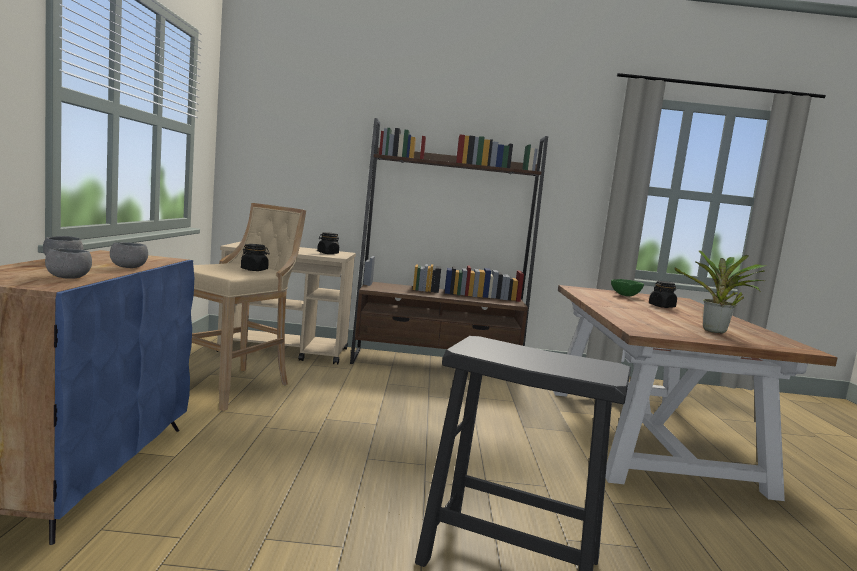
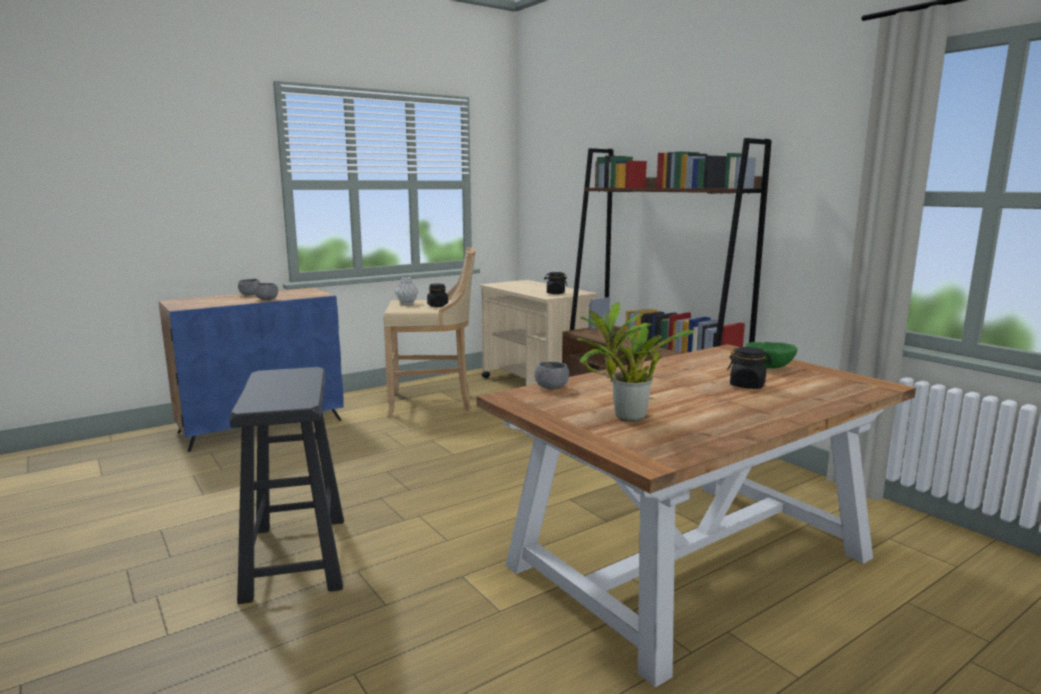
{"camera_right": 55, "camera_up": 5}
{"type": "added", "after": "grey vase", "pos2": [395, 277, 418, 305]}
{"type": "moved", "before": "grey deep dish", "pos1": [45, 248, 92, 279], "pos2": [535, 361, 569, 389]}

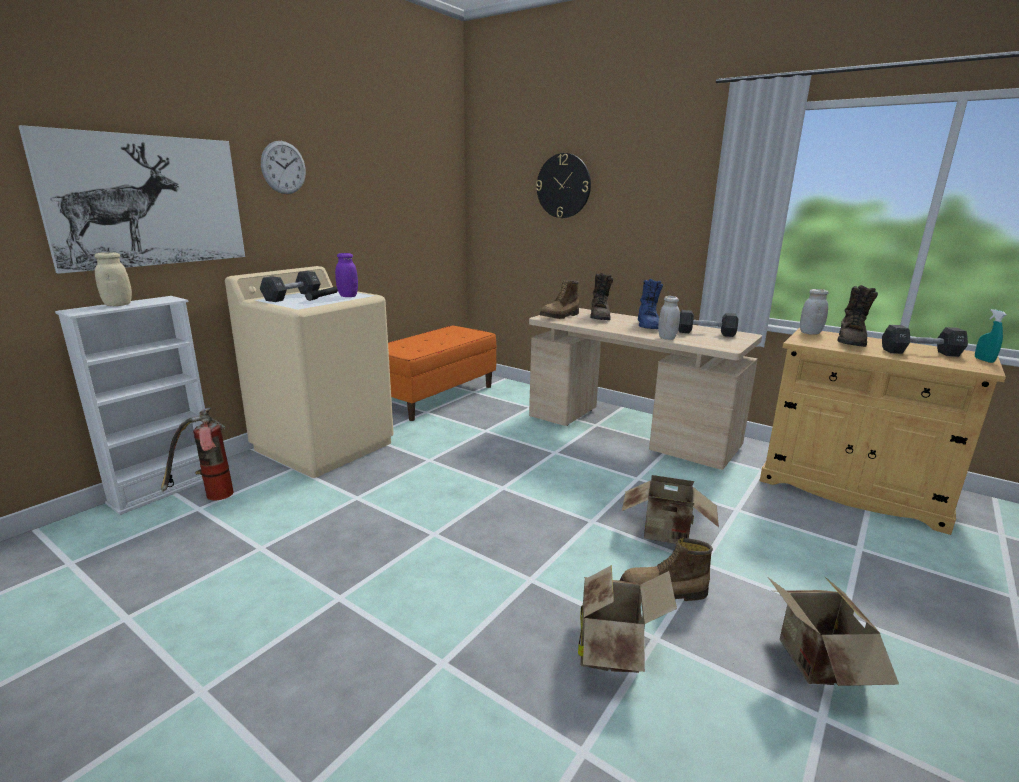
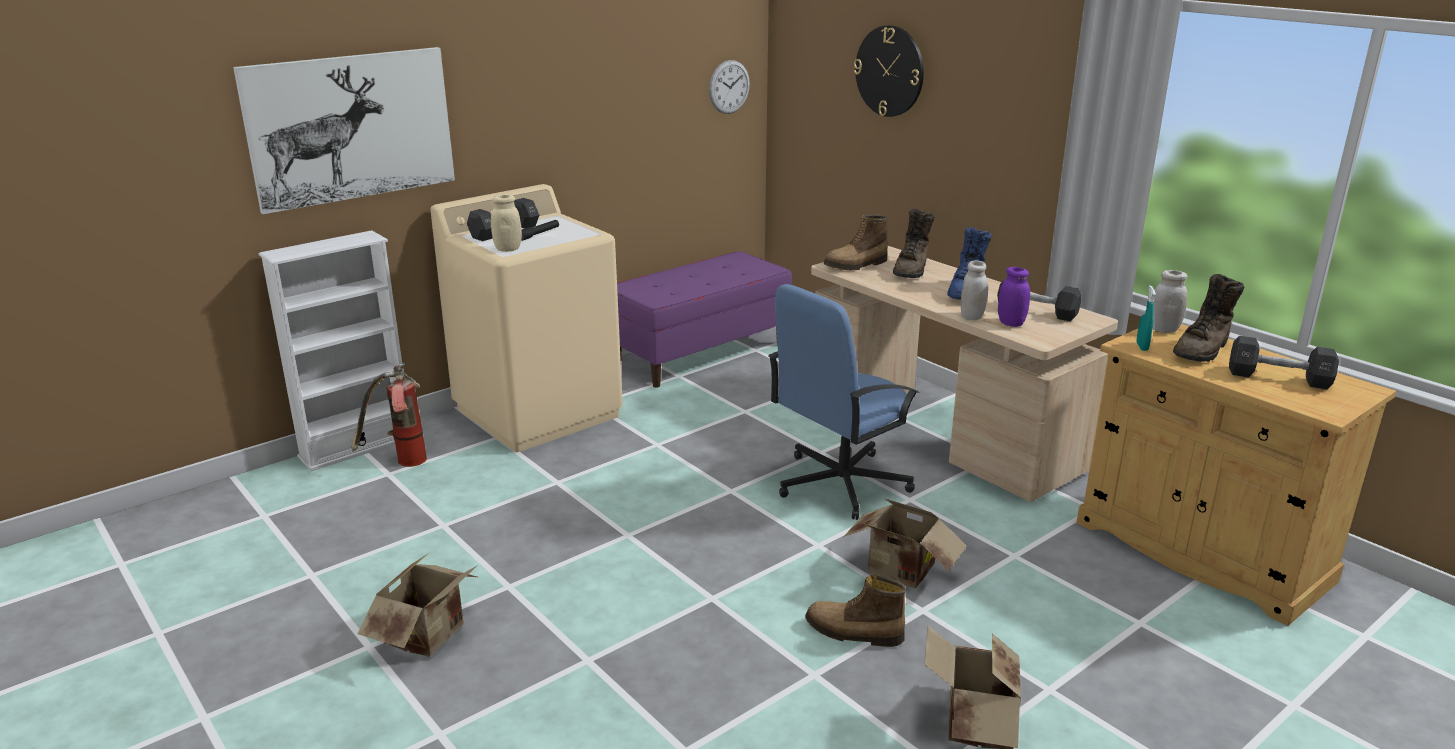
{"camera_right": 15, "camera_up": 5}
{"type": "moved", "before": "cardboard box", "pos1": [578, 565, 677, 673], "pos2": [358, 553, 478, 657]}
{"type": "moved", "before": "beige storage jar", "pos1": [94, 252, 132, 306], "pos2": [491, 195, 522, 252]}
{"type": "recoloured", "before": "orangey indoor bench", "after": "purplish indoor bench", "pos1": [388, 325, 497, 421], "pos2": [617, 251, 792, 388]}
{"type": "moved", "before": "clock on the wall", "pos1": [261, 141, 306, 194], "pos2": [709, 60, 750, 114]}
{"type": "added", "after": "blue office chair", "pos2": [768, 284, 919, 520]}
{"type": "moved", "before": "purplish storage jar", "pos1": [335, 253, 358, 297], "pos2": [998, 267, 1030, 327]}
{"type": "moved", "before": "turquoise-coloured sprayer", "pos1": [975, 309, 1007, 363], "pos2": [1137, 285, 1156, 351]}

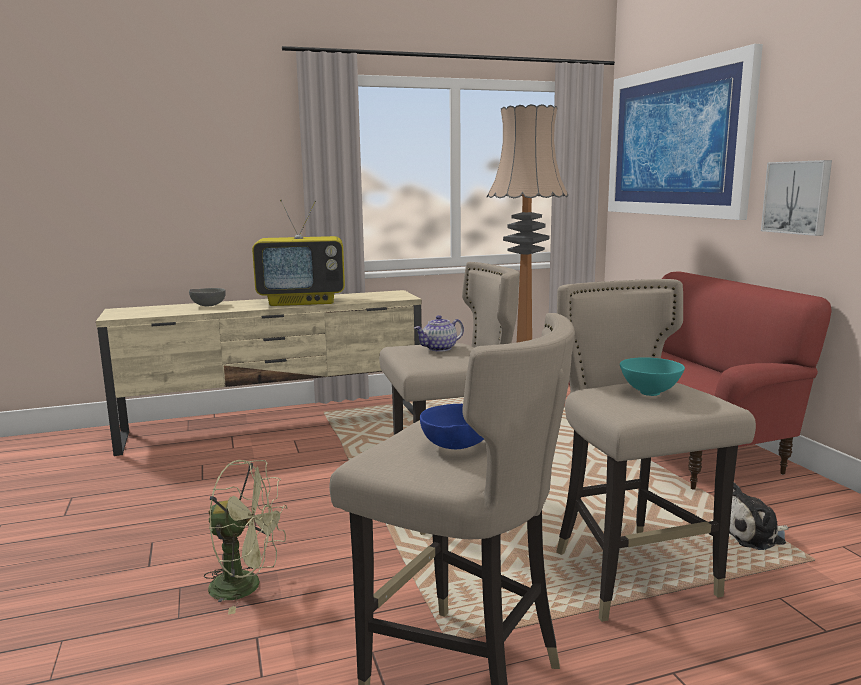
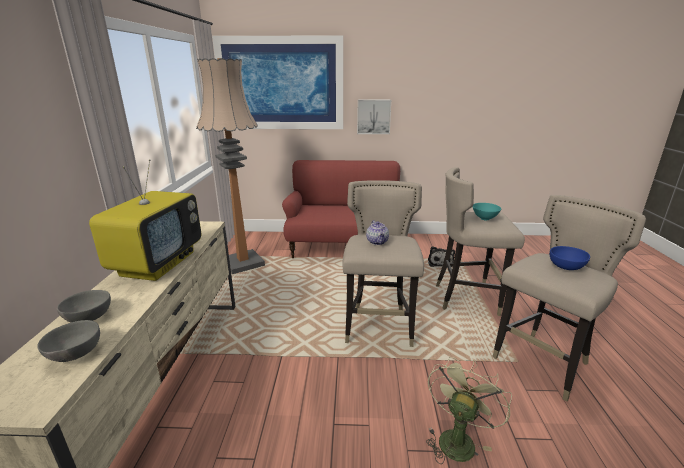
{"camera_right": -70, "camera_up": 10}
{"type": "added", "after": "grey deep dish", "pos2": [37, 320, 100, 362]}

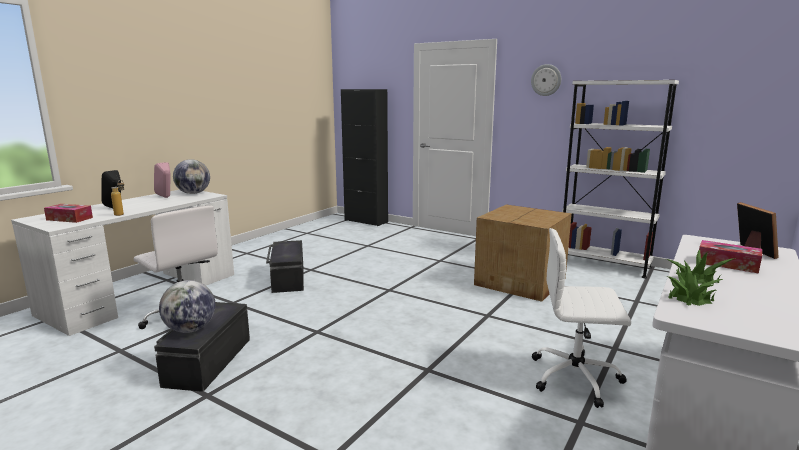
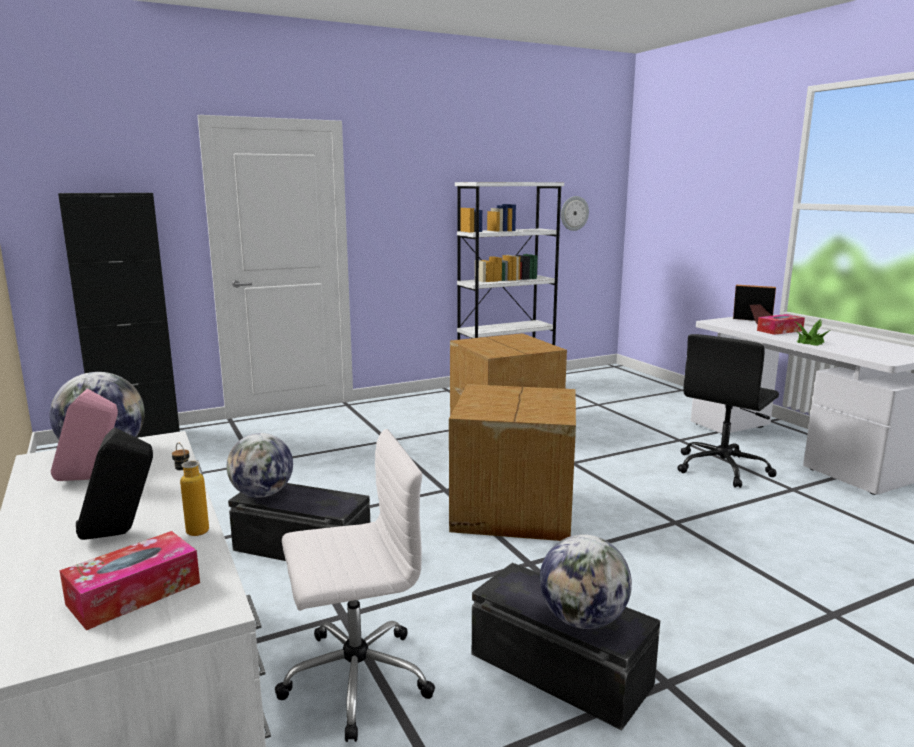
{"camera_right": -60, "camera_up": 0}
{"type": "added", "after": "desk globe", "pos2": [227, 433, 293, 498]}
{"type": "added", "after": "cardboard box", "pos2": [449, 384, 576, 541]}
{"type": "moved", "before": "clock on the wall", "pos1": [531, 64, 561, 96], "pos2": [561, 196, 589, 231]}
{"type": "recoloured", "before": "whitish office chair", "after": "blackish office chair", "pos1": [532, 228, 631, 408], "pos2": [677, 334, 779, 488]}
{"type": "removed", "before": "plant in a pot", "pos1": [666, 264, 723, 306]}

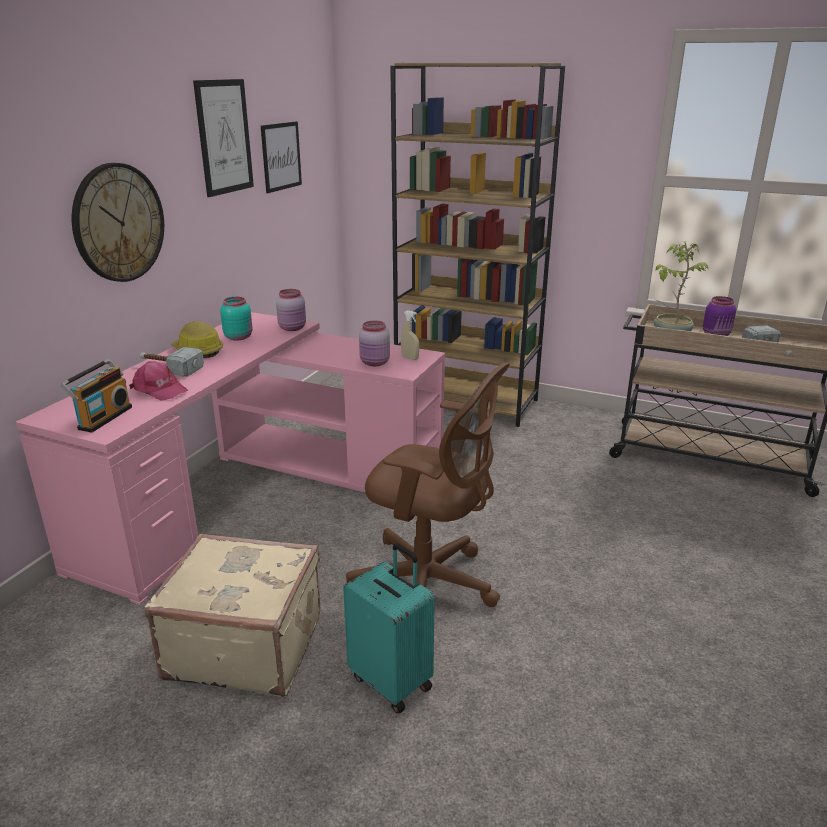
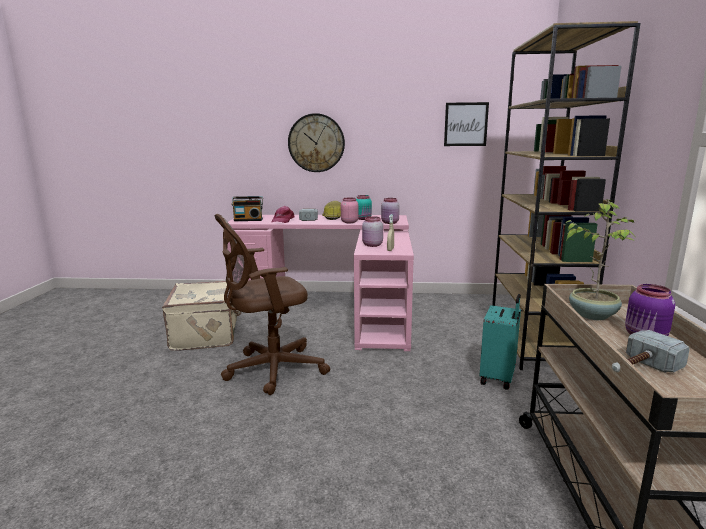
{"camera_right": 70, "camera_up": -10}
{"type": "turned", "before": "brown-coloured office chair", "pos1": [346, 362, 510, 607], "pos2": [214, 214, 330, 395], "turn": 60}
{"type": "added", "after": "pink-coloured storage jar", "pos2": [341, 198, 359, 223]}
{"type": "moved", "before": "turquoise-coloured piece of luggage", "pos1": [343, 543, 435, 714], "pos2": [480, 294, 521, 390]}
{"type": "removed", "before": "wall art", "pos1": [193, 79, 254, 197]}

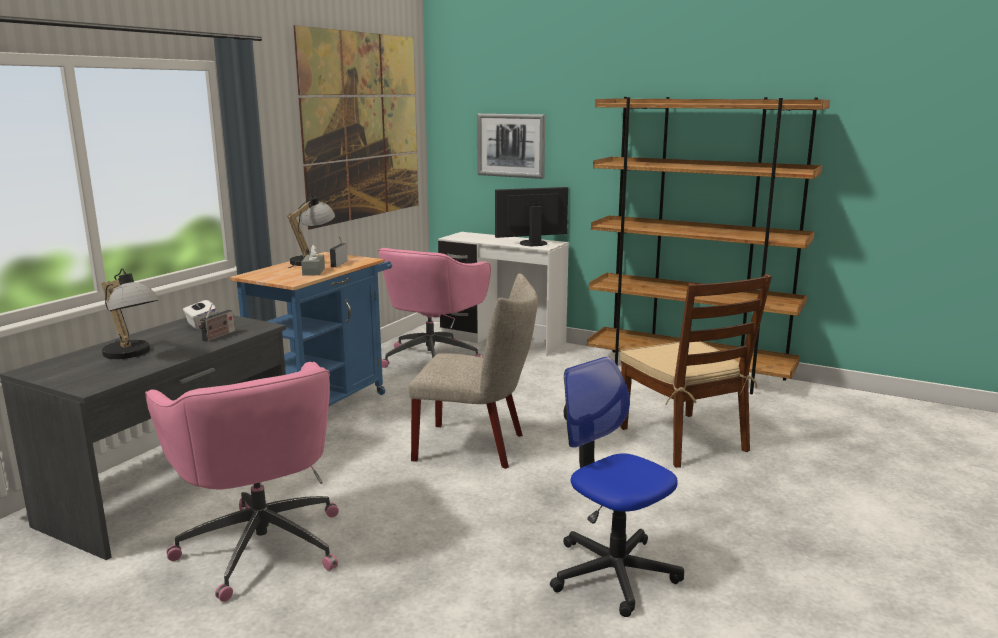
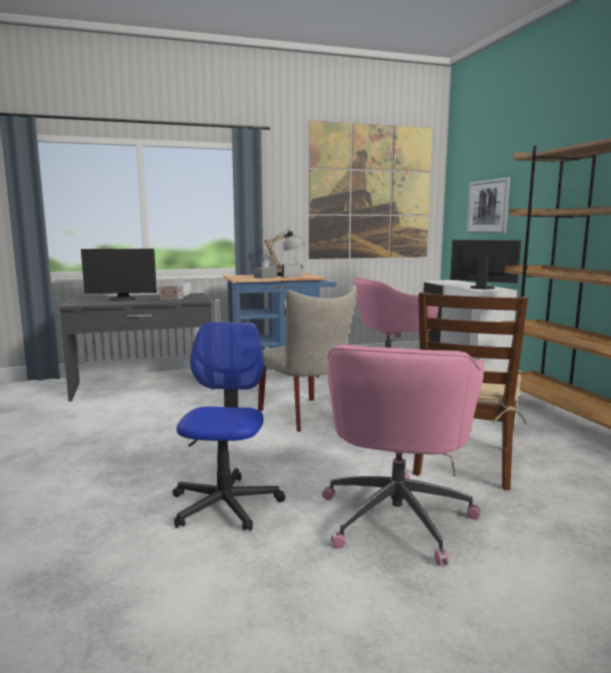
{"camera_right": 45, "camera_up": -5}
{"type": "replaced", "before": "lamp for a table", "after": "monitor", "pos1": [101, 268, 158, 359], "pos2": [81, 249, 157, 301]}
{"type": "moved", "before": "pink-coloured office chair", "pos1": [145, 362, 339, 602], "pos2": [322, 345, 485, 565]}

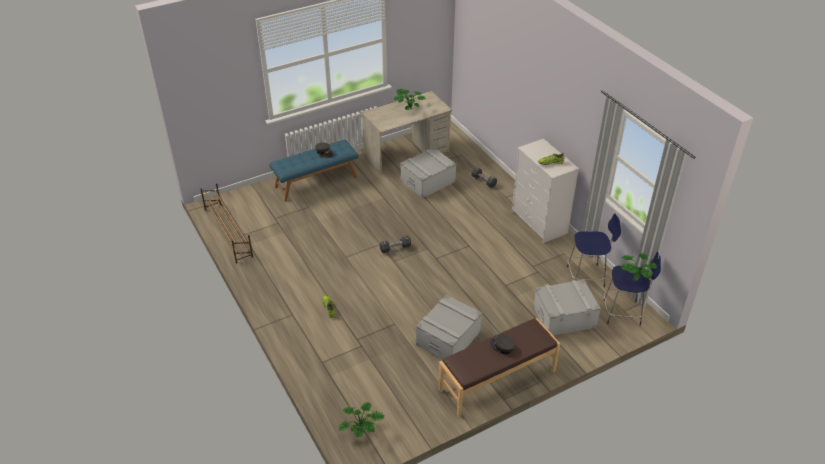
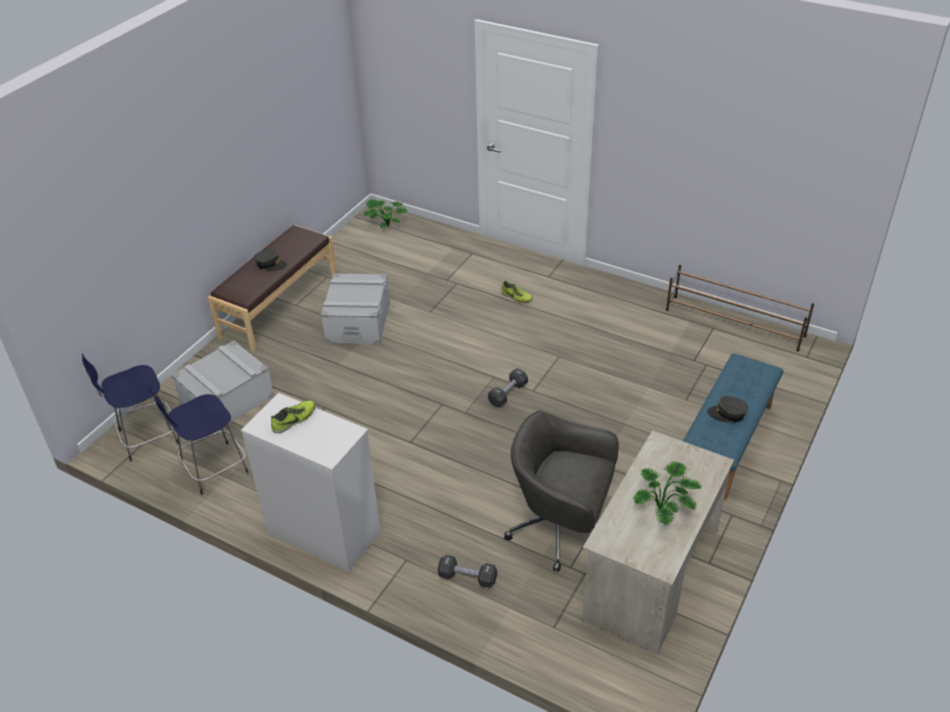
{"camera_right": 150, "camera_up": 0}
{"type": "replaced", "before": "grey storage container", "after": "grey office chair", "pos1": [400, 147, 456, 198], "pos2": [504, 411, 619, 572]}
{"type": "removed", "before": "plant in a pot", "pos1": [620, 253, 657, 281]}

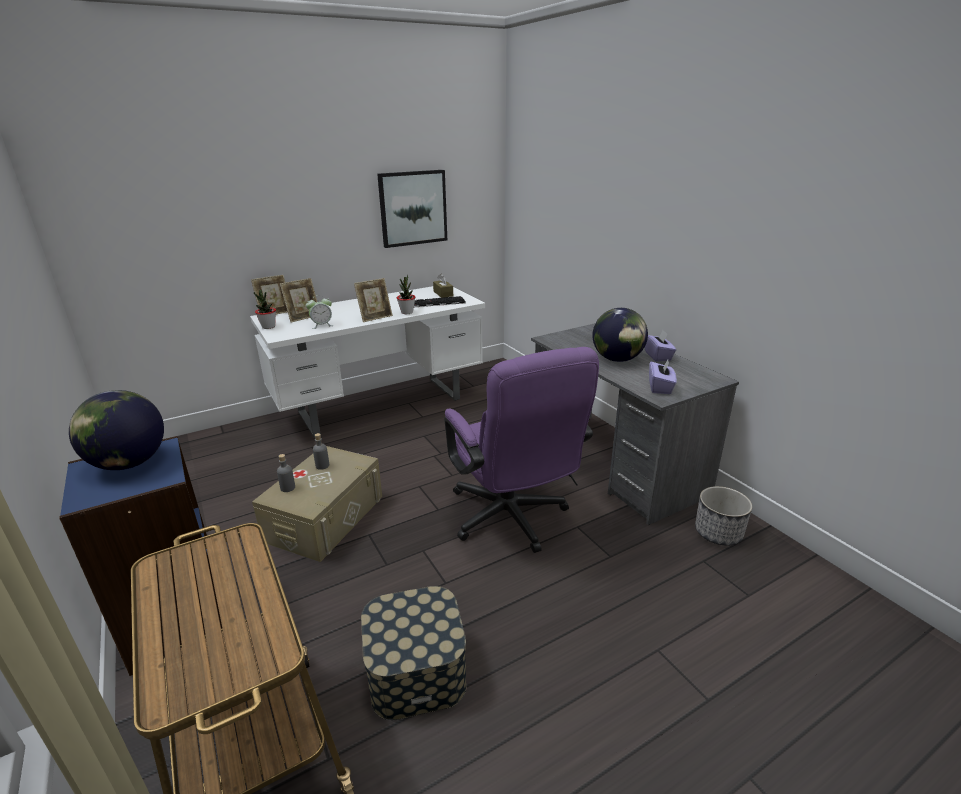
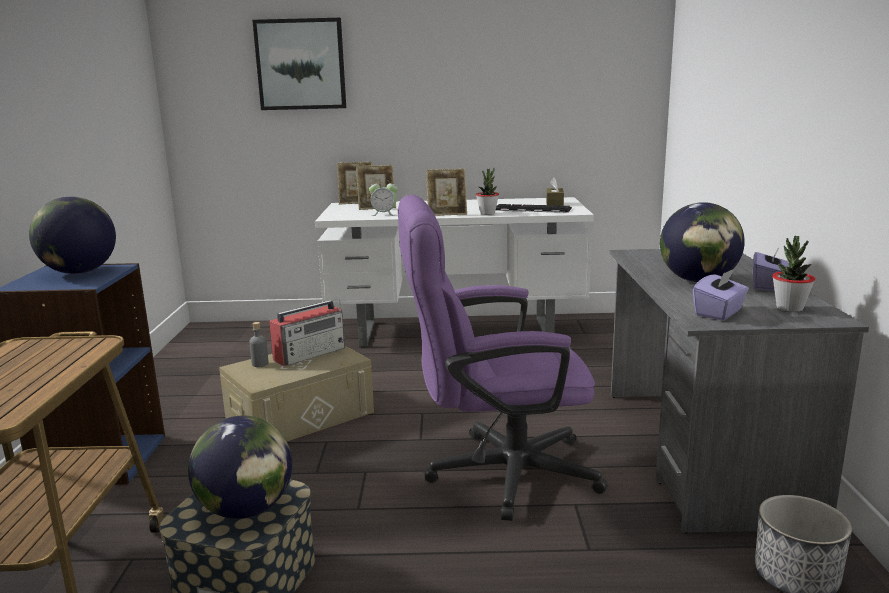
{"camera_right": 30, "camera_up": -10}
{"type": "added", "after": "desk globe", "pos2": [188, 415, 292, 519]}
{"type": "moved", "before": "wall art", "pos1": [377, 170, 447, 248], "pos2": [252, 18, 346, 110]}
{"type": "replaced", "before": "grey bottle", "after": "radio set", "pos1": [313, 433, 329, 470], "pos2": [269, 299, 345, 366]}
{"type": "turned", "before": "purplish office chair", "pos1": [444, 347, 599, 553], "pos2": [398, 195, 608, 521], "turn": 75}
{"type": "moved", "before": "plant in a pot", "pos1": [254, 290, 276, 329], "pos2": [772, 236, 815, 312]}

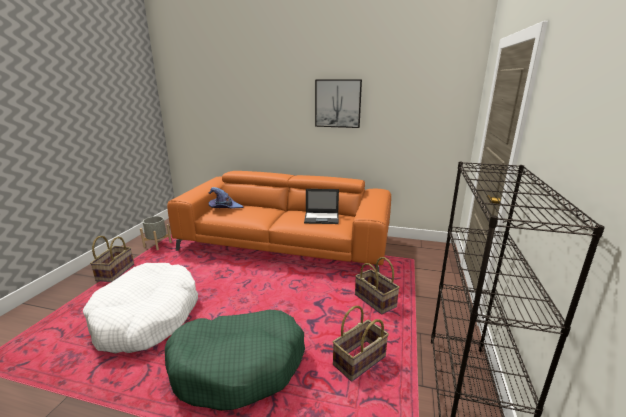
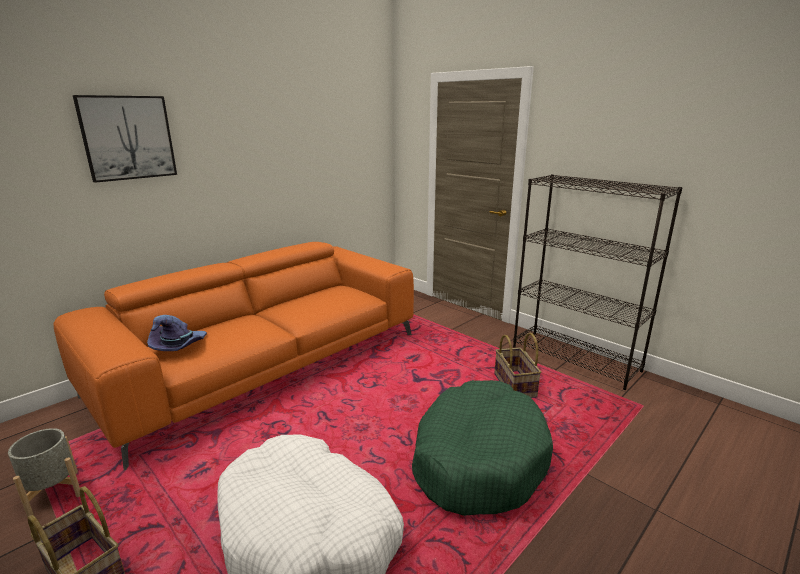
{"camera_right": -60, "camera_up": 0}
{"type": "moved", "before": "wall art", "pos1": [315, 79, 362, 128], "pos2": [73, 95, 177, 183]}
{"type": "removed", "before": "notebook computer", "pos1": [304, 189, 339, 224]}
{"type": "removed", "before": "storage basket", "pos1": [355, 257, 400, 314]}

